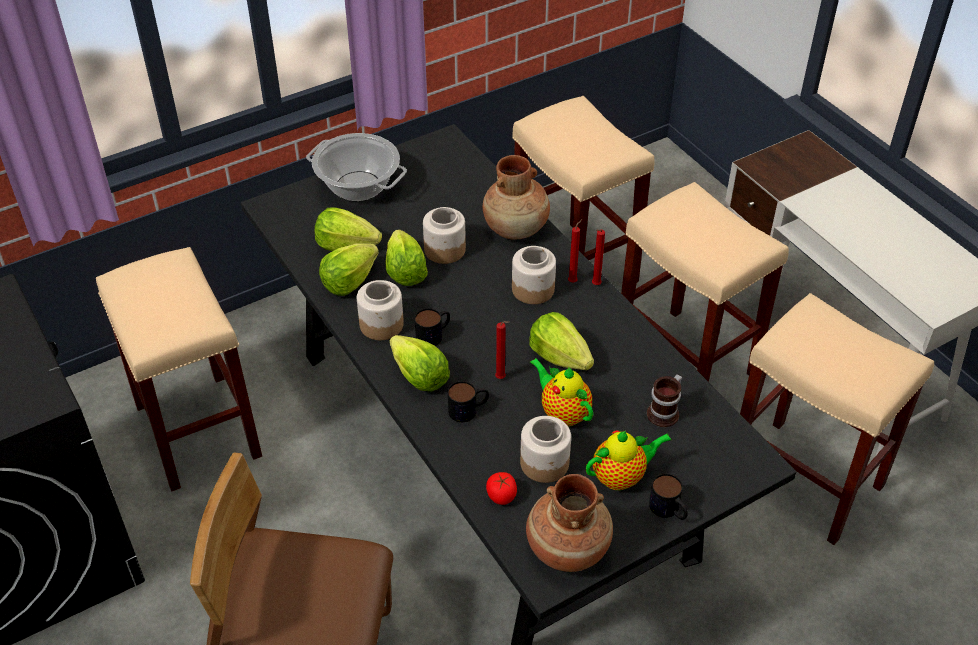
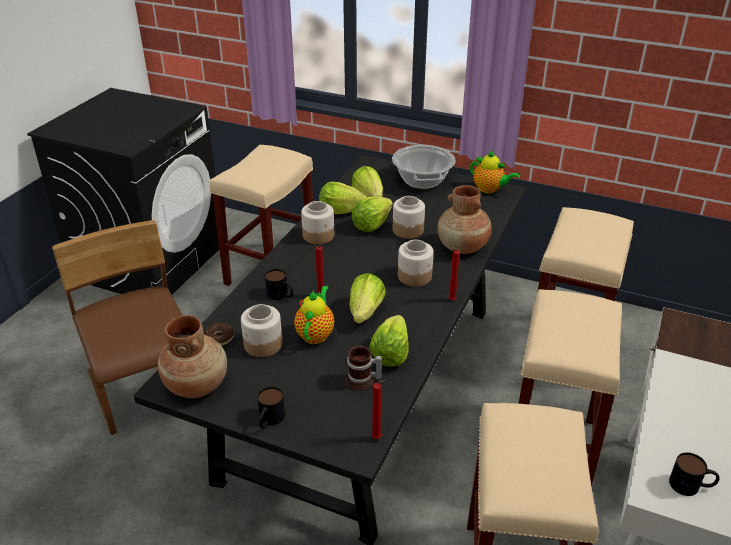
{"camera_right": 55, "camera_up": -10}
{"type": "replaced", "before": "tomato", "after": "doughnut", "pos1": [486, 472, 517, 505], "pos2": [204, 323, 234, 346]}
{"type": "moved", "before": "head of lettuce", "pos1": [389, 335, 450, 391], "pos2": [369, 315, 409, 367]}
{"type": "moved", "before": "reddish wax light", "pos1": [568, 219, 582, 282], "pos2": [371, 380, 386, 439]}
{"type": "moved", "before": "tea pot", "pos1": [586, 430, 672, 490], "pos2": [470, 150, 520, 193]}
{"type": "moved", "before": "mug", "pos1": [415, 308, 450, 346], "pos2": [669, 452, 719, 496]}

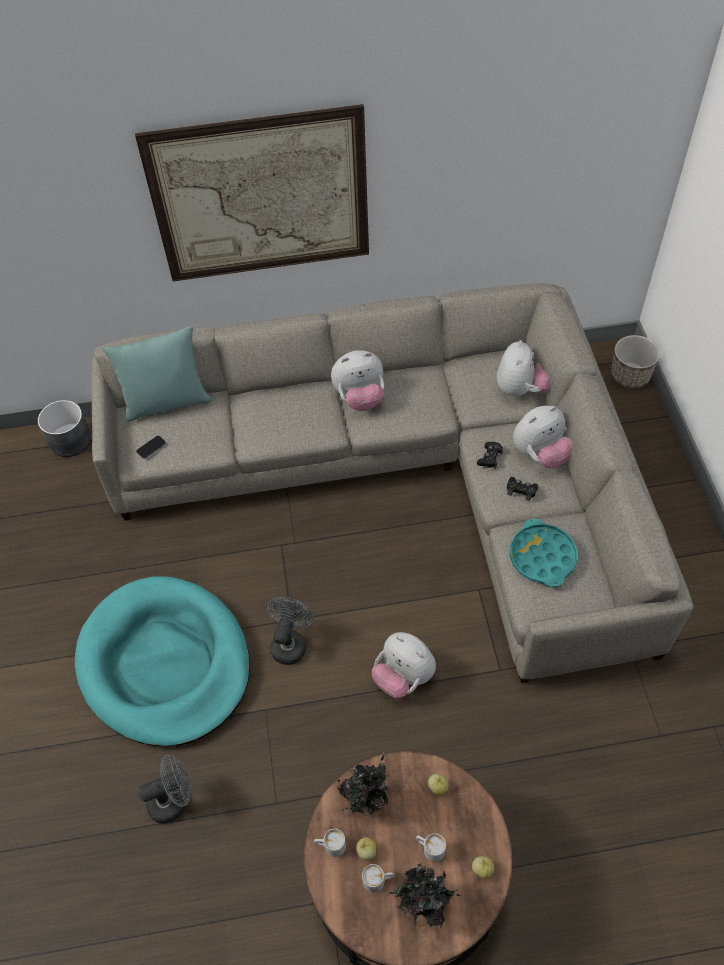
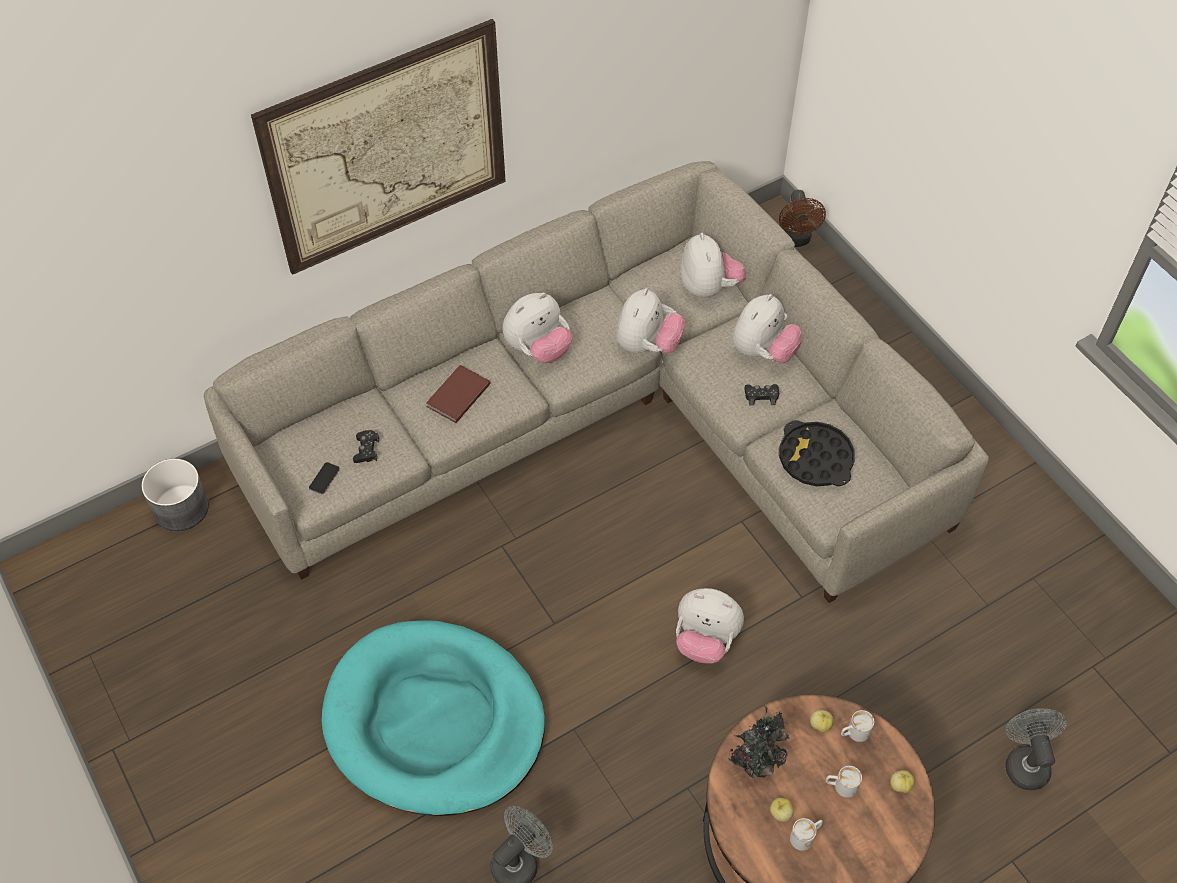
{"camera_right": -25, "camera_up": 0}
{"type": "moved", "before": "blackish joypad", "pos1": [477, 442, 503, 469], "pos2": [353, 430, 380, 463]}
{"type": "added", "after": "brown-coloured bound book", "pos2": [426, 365, 490, 423]}
{"type": "added", "after": "cuddly toy", "pos2": [616, 288, 685, 354]}
{"type": "replaced", "before": "flower pot", "after": "brown-coloured electric fan", "pos1": [611, 335, 660, 388], "pos2": [779, 190, 826, 247]}
{"type": "recoloured", "before": "turquoise-coloured carrying tray", "after": "blackish carrying tray", "pos1": [509, 519, 577, 587], "pos2": [779, 420, 855, 486]}
{"type": "moved", "before": "whitish mug", "pos1": [314, 829, 346, 857], "pos2": [841, 710, 874, 742]}
{"type": "moved", "before": "grey electric fan", "pos1": [267, 597, 314, 665], "pos2": [1005, 708, 1067, 790]}
{"type": "removed", "before": "turquoise-coloured cushion", "pos1": [102, 326, 212, 422]}
{"type": "removed", "before": "plant in a pot", "pos1": [386, 863, 462, 928]}

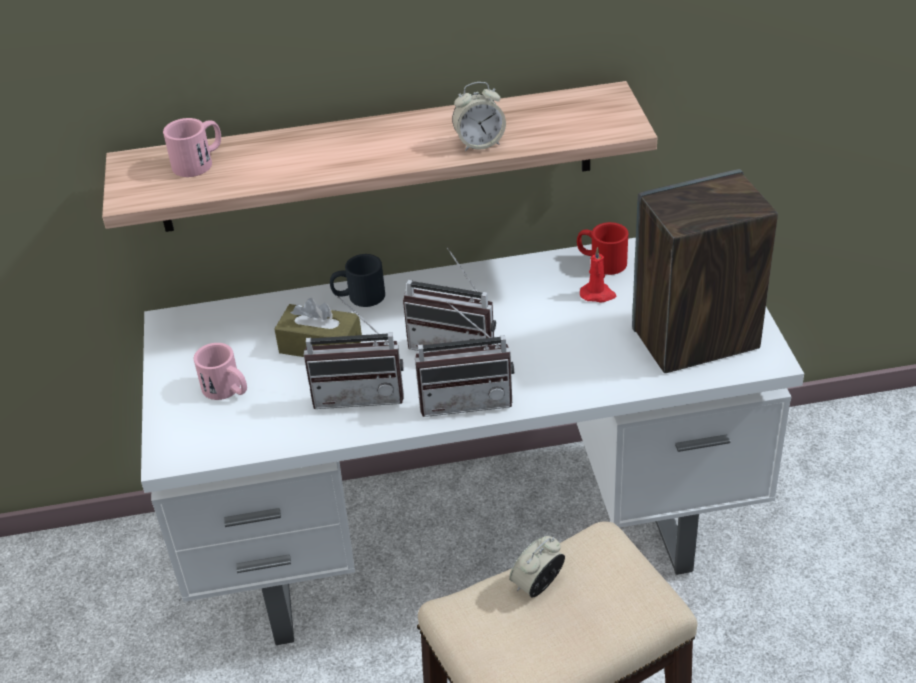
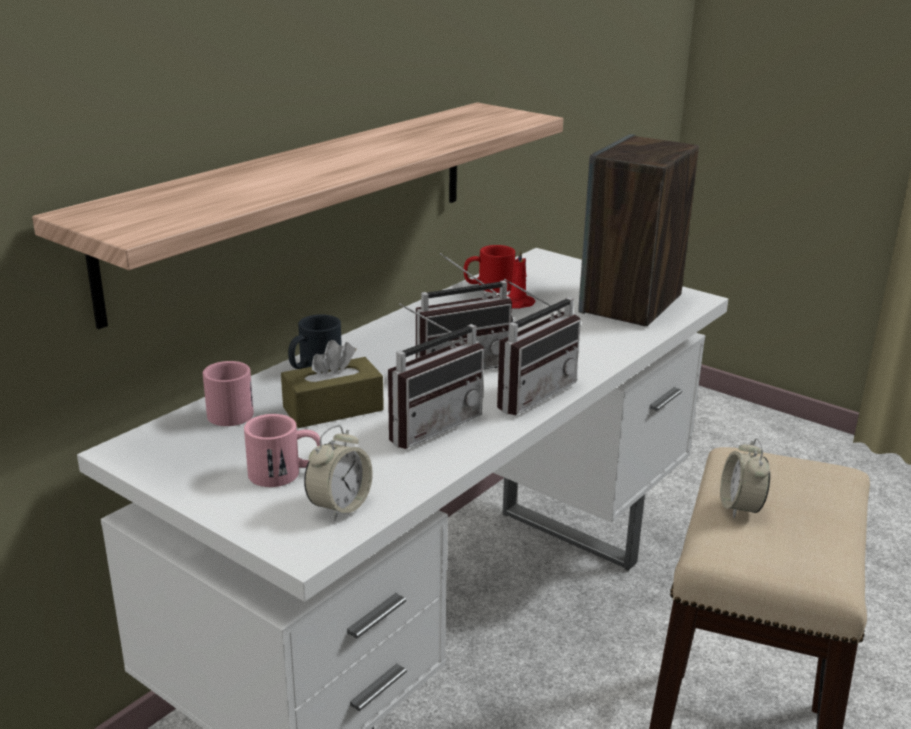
{"camera_right": -45, "camera_up": -15}
{"type": "moved", "before": "pink-coloured mug", "pos1": [163, 118, 221, 177], "pos2": [202, 361, 254, 426]}
{"type": "moved", "before": "bedside clock", "pos1": [452, 82, 506, 151], "pos2": [304, 425, 373, 521]}

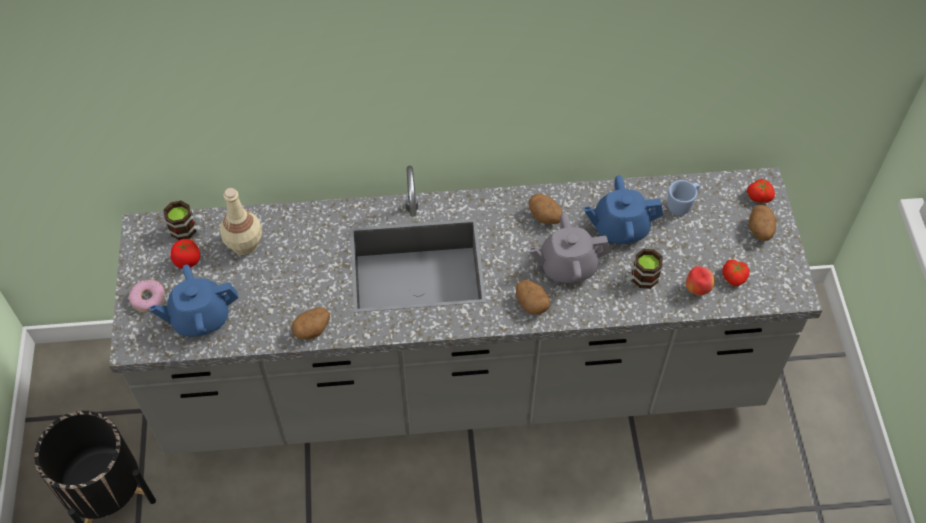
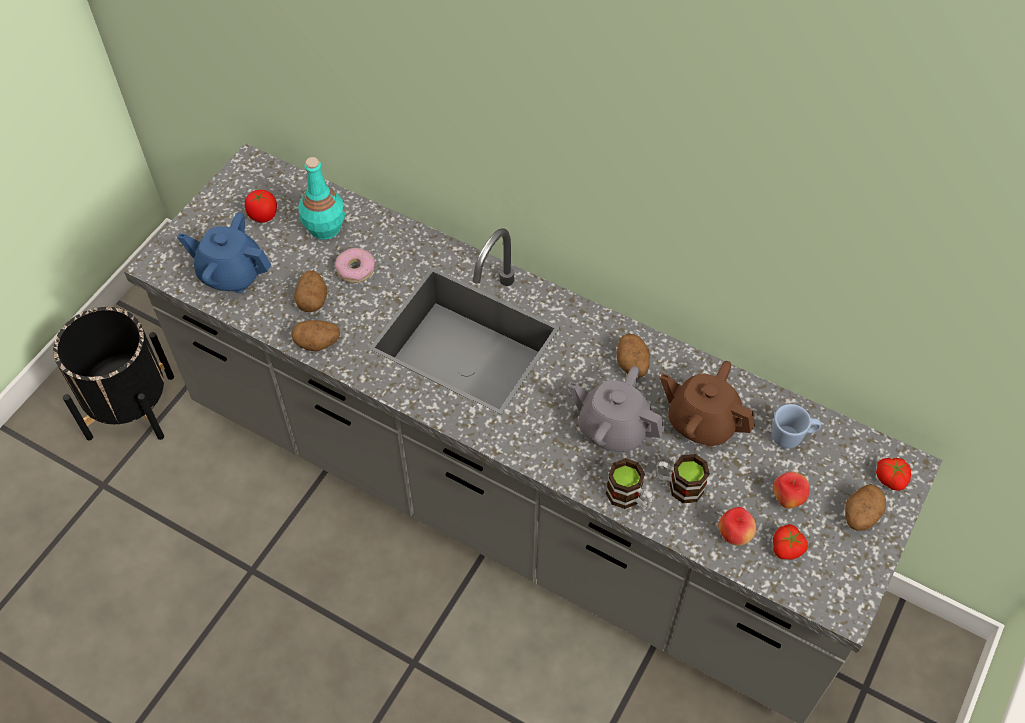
{"camera_right": 35, "camera_up": 0}
{"type": "moved", "before": "whole potato", "pos1": [516, 280, 550, 315], "pos2": [294, 271, 327, 312]}
{"type": "recoloured", "before": "beige bottle", "after": "turquoise-coloured bottle", "pos1": [220, 188, 262, 255], "pos2": [298, 157, 345, 240]}
{"type": "moved", "before": "doughnut", "pos1": [129, 280, 165, 313], "pos2": [335, 248, 375, 283]}
{"type": "moved", "before": "mug", "pos1": [164, 201, 206, 240], "pos2": [606, 458, 653, 510]}
{"type": "recoloured", "before": "blue tea pot", "after": "brown-coloured tea pot", "pos1": [584, 175, 663, 244], "pos2": [660, 361, 755, 447]}
{"type": "added", "after": "apple", "pos2": [773, 471, 810, 508]}

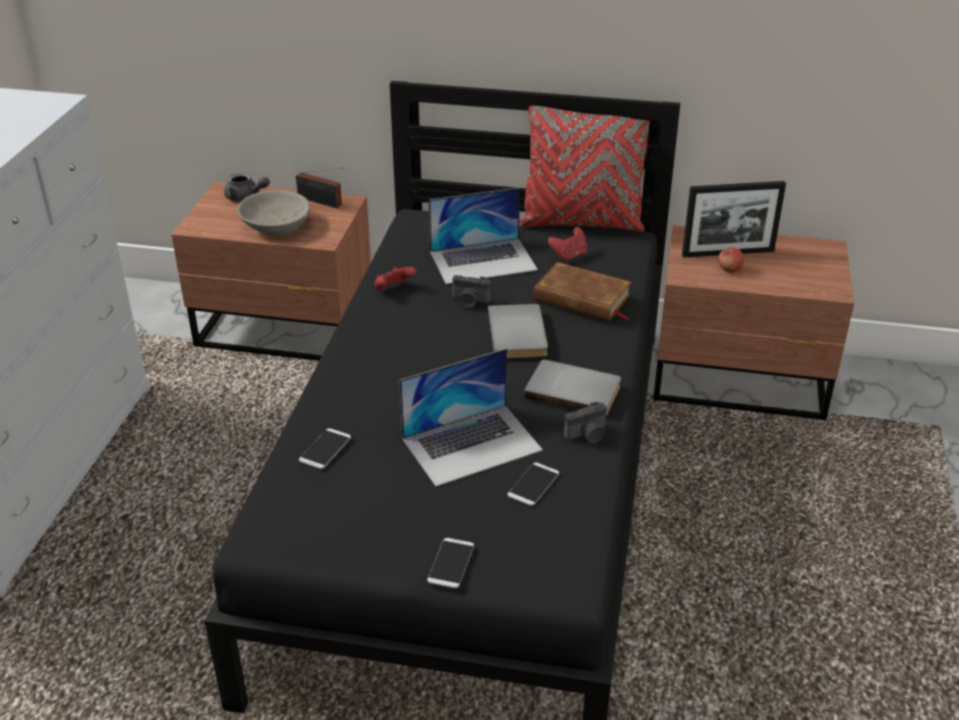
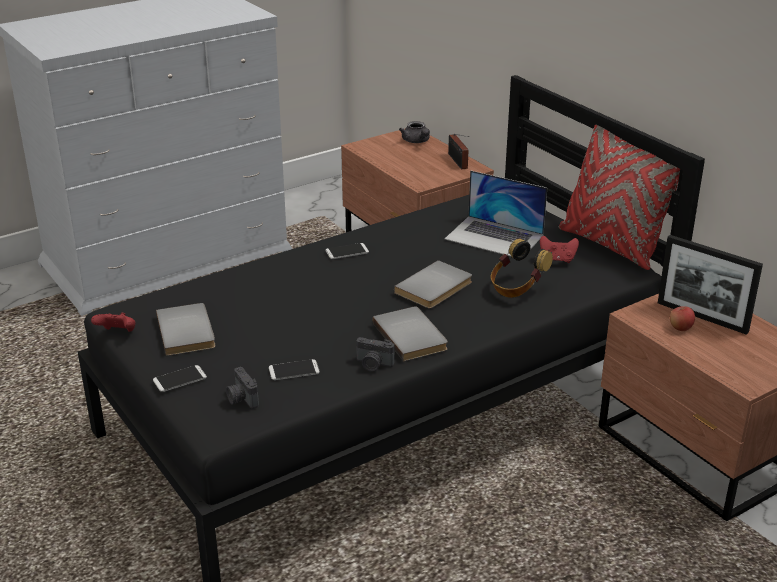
{"camera_right": 45, "camera_up": -5}
{"type": "moved", "before": "reddish joypad", "pos1": [375, 267, 417, 291], "pos2": [91, 313, 136, 332]}
{"type": "added", "after": "grey bound book", "pos2": [156, 303, 215, 356]}
{"type": "moved", "before": "photo camera", "pos1": [452, 275, 490, 308], "pos2": [226, 367, 259, 409]}
{"type": "moved", "before": "handset", "pos1": [299, 428, 351, 469], "pos2": [325, 243, 369, 259]}
{"type": "replaced", "before": "brown-coloured bound book", "after": "headphones", "pos1": [533, 262, 632, 321], "pos2": [491, 238, 553, 298]}
{"type": "removed", "before": "grey deep dish", "pos1": [237, 190, 310, 236]}
{"type": "removed", "before": "notebook computer", "pos1": [399, 348, 543, 487]}

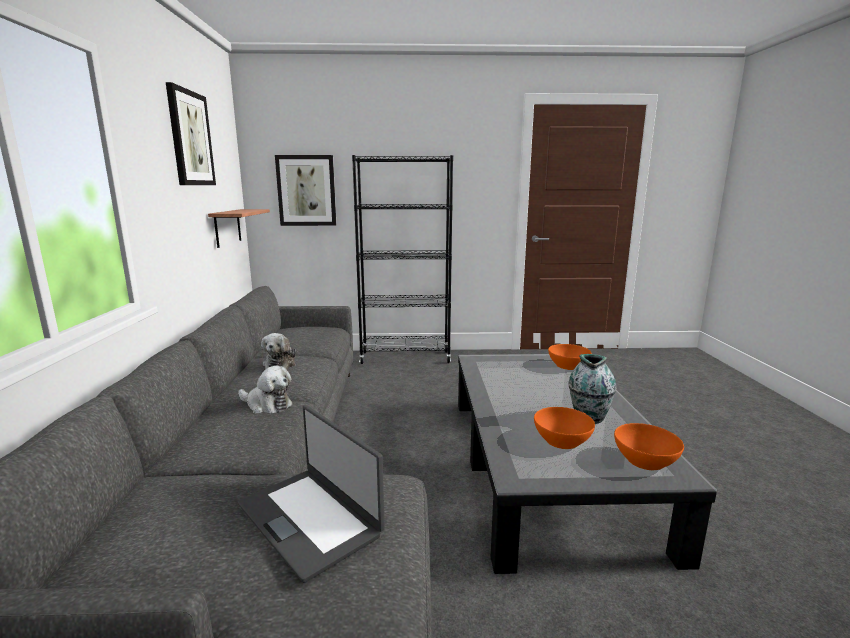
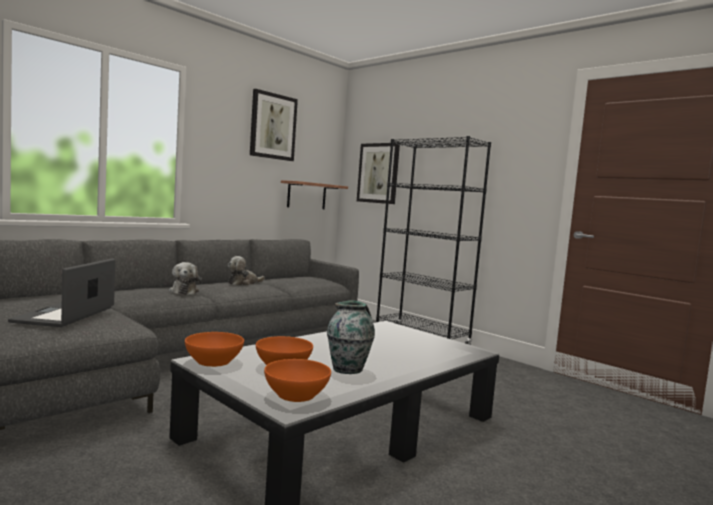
{"camera_right": 45, "camera_up": -10}
{"type": "moved", "before": "orangey deep dish", "pos1": [548, 344, 591, 370], "pos2": [185, 332, 244, 367]}

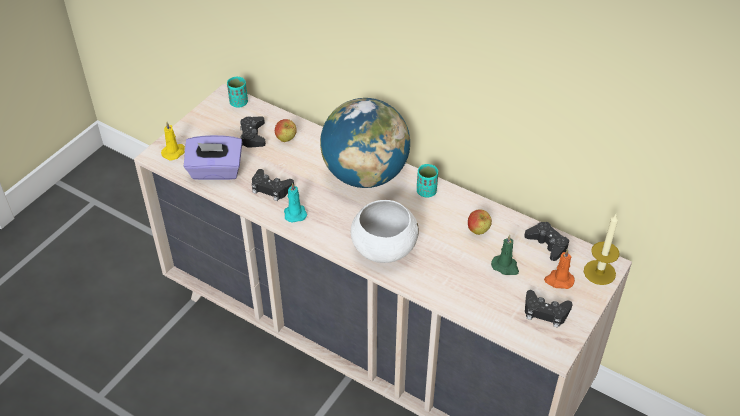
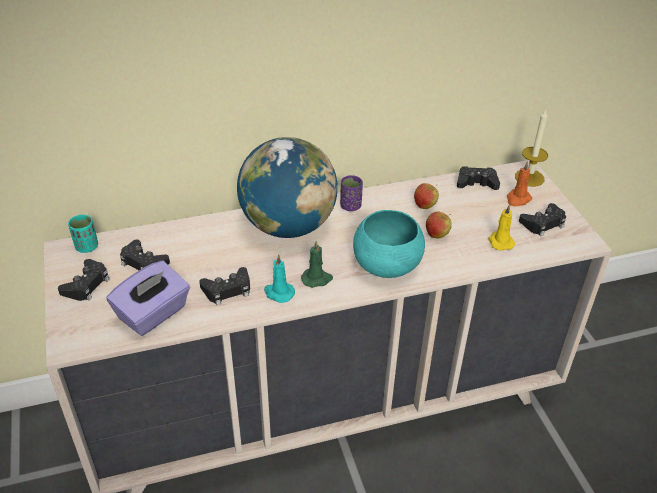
{"camera_right": -50, "camera_up": -5}
{"type": "added", "after": "blackish joypad", "pos2": [58, 259, 109, 301]}
{"type": "moved", "before": "green wax light", "pos1": [491, 235, 519, 275], "pos2": [301, 241, 333, 288]}
{"type": "recoloured", "before": "turquoise-coloured small cup", "after": "purplish small cup", "pos1": [417, 164, 438, 198], "pos2": [340, 175, 363, 211]}
{"type": "recoloured", "before": "whitish deep dish", "after": "turquoise-coloured deep dish", "pos1": [351, 200, 419, 263], "pos2": [353, 210, 425, 278]}
{"type": "moved", "before": "apple", "pos1": [275, 119, 297, 142], "pos2": [426, 211, 452, 238]}
{"type": "moved", "before": "yellow-coloured wax light", "pos1": [161, 122, 185, 161], "pos2": [488, 205, 515, 251]}

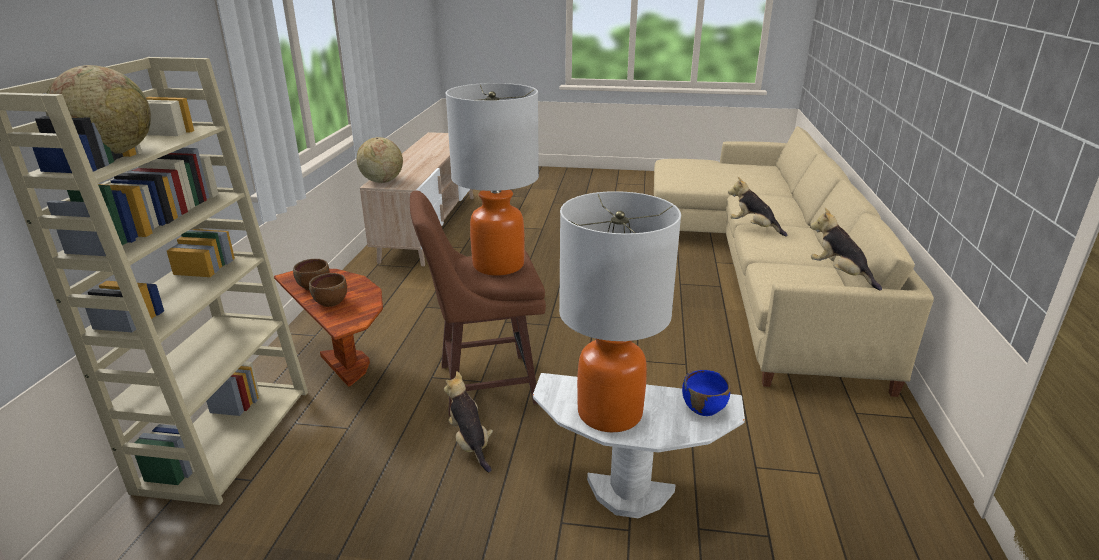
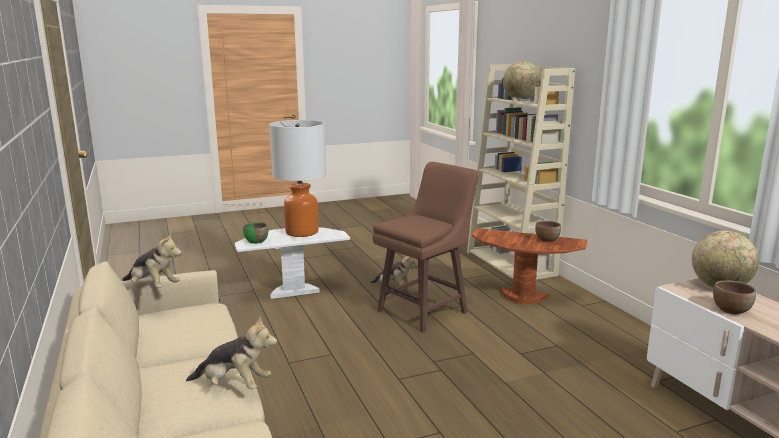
{"camera_right": 150, "camera_up": -10}
{"type": "recoloured", "before": "blue deep dish", "after": "green deep dish", "pos1": [682, 369, 731, 416], "pos2": [243, 222, 268, 244]}
{"type": "moved", "before": "brown-coloured deep dish", "pos1": [309, 273, 347, 307], "pos2": [713, 280, 756, 314]}
{"type": "removed", "before": "lamp for a table", "pos1": [446, 83, 539, 276]}

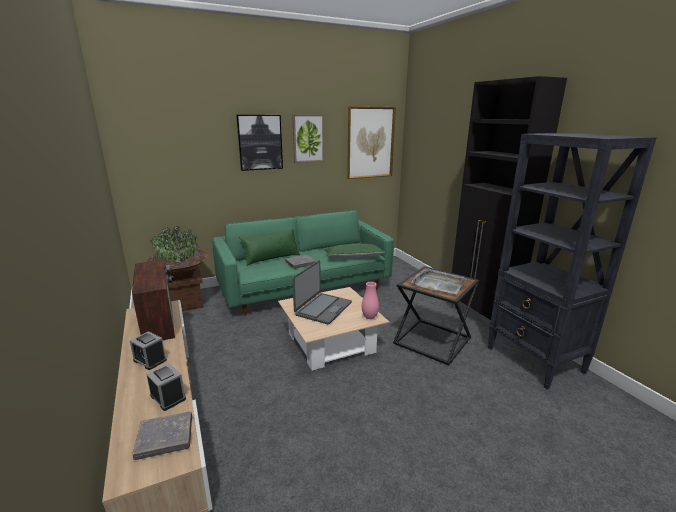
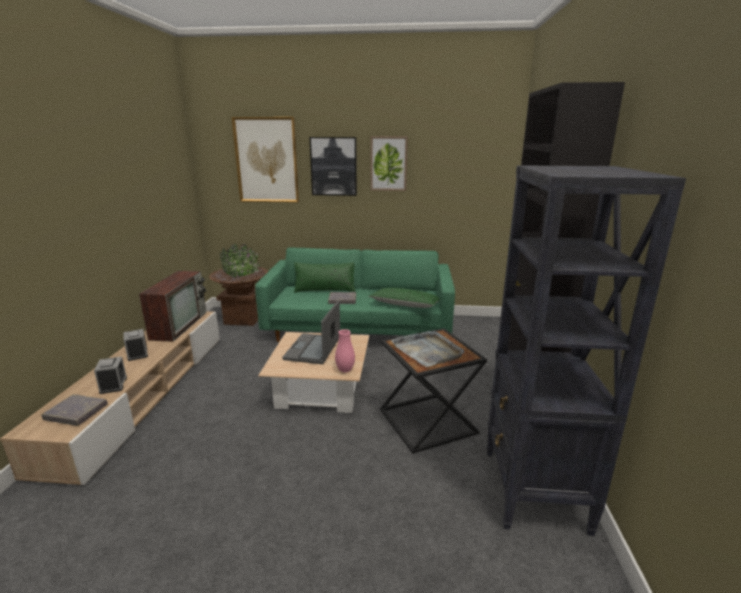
{"camera_right": 30, "camera_up": 0}
{"type": "moved", "before": "wall art", "pos1": [347, 106, 396, 179], "pos2": [232, 117, 299, 203]}
{"type": "turned", "before": "notebook computer", "pos1": [292, 260, 352, 325], "pos2": [282, 300, 340, 364], "turn": 135}

